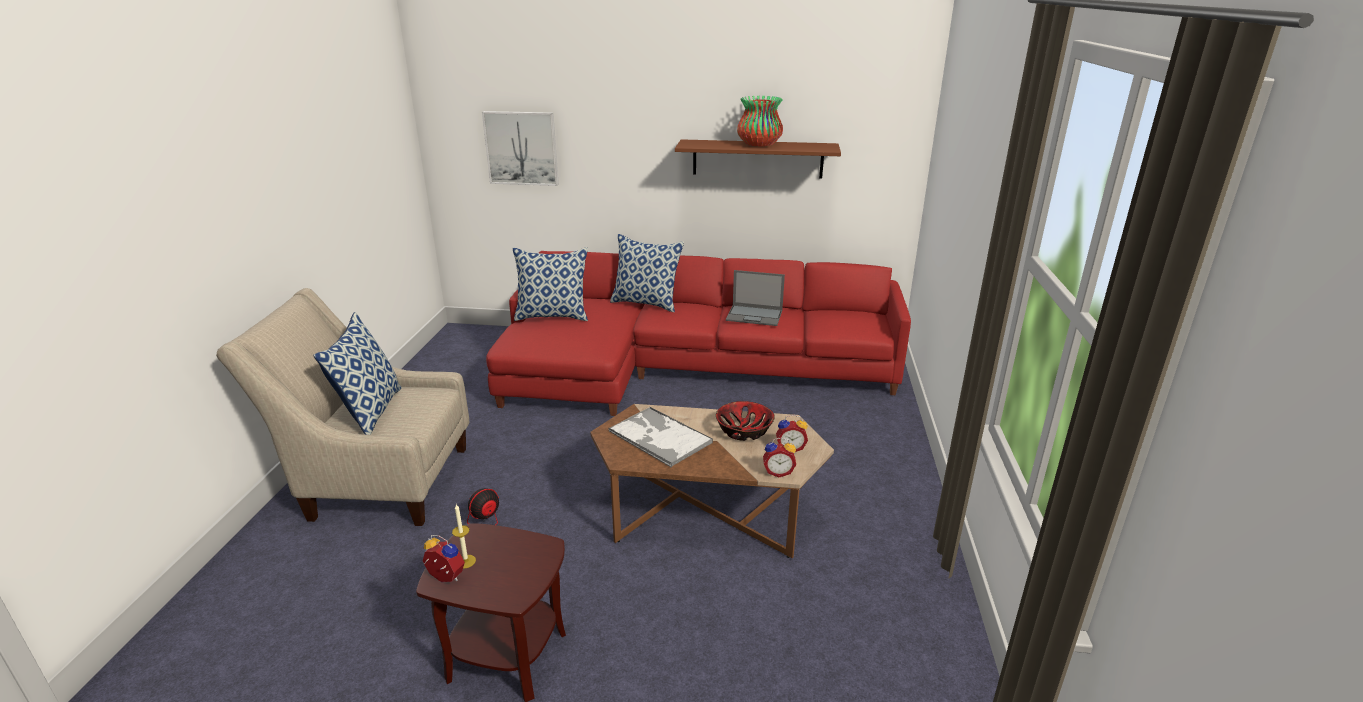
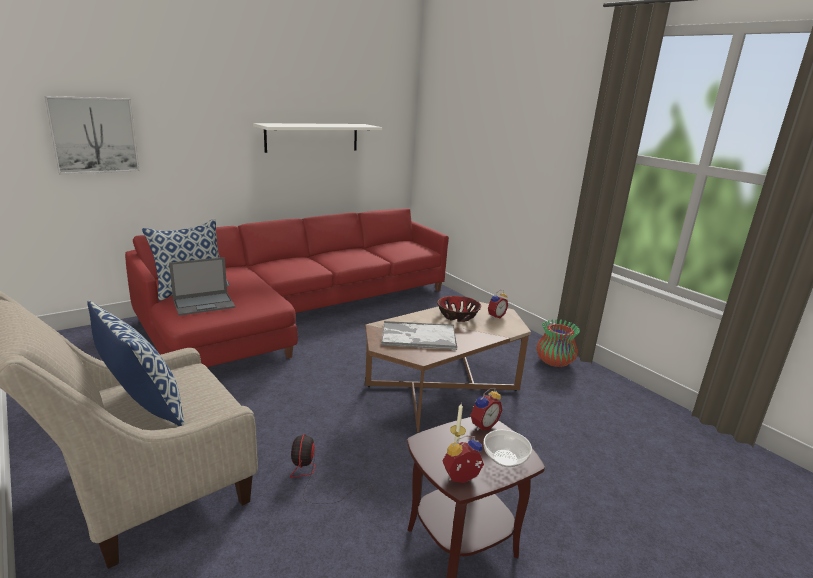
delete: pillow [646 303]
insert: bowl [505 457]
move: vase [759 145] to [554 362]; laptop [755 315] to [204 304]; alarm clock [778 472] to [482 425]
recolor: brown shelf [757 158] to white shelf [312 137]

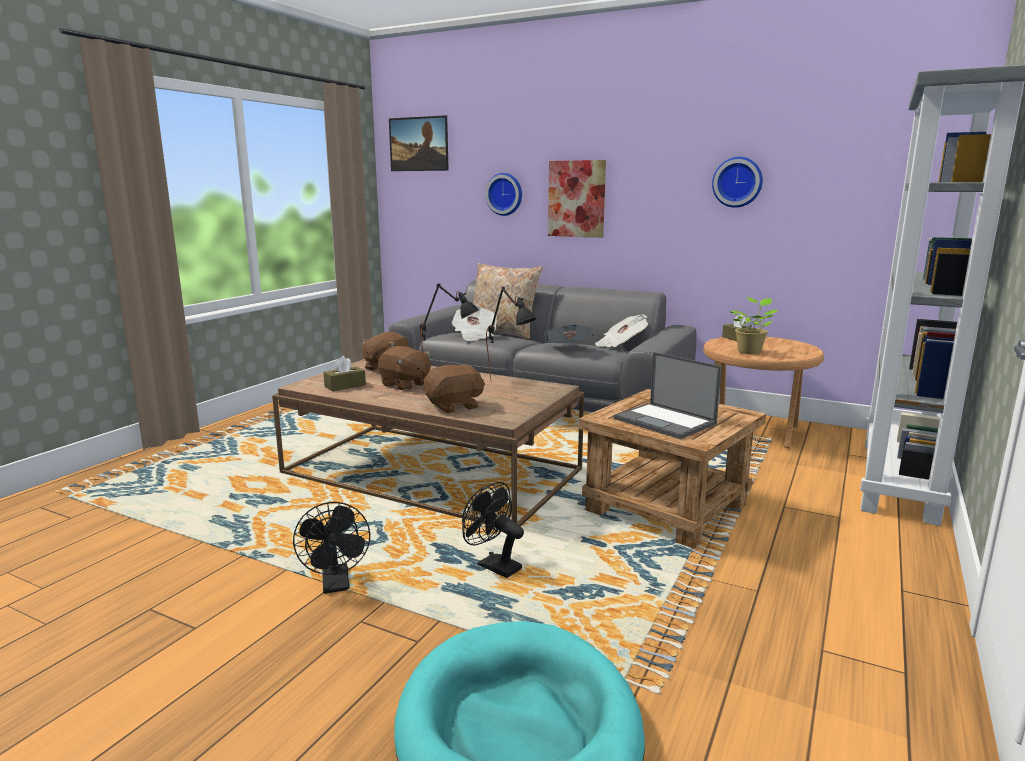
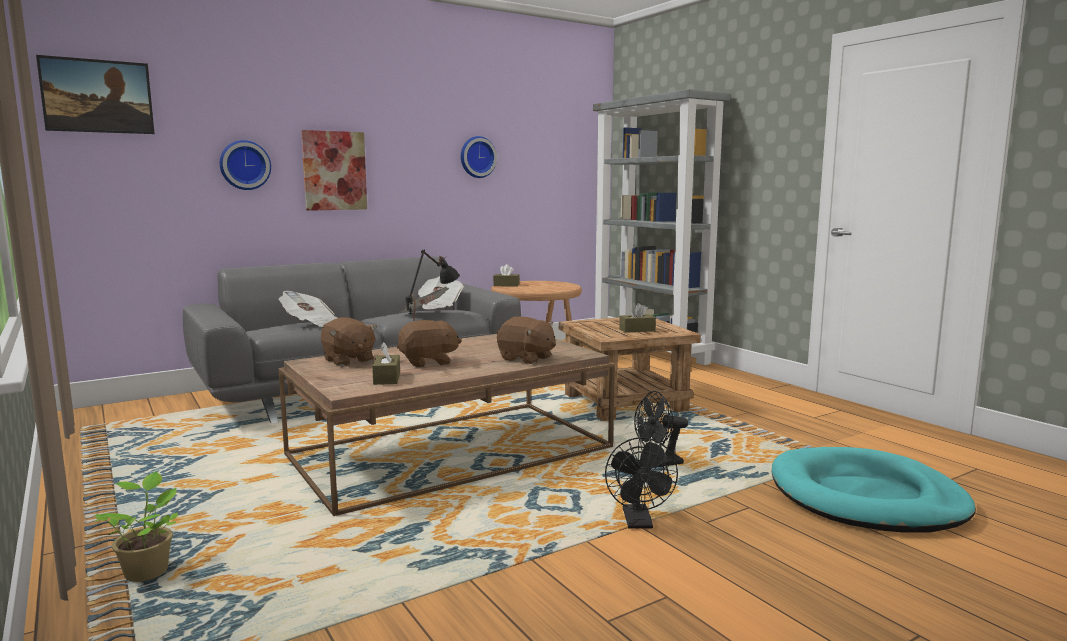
delete: beige pillow [502 333]; black table lamp [510 384]
move: potted plant [750 351] to [147 571]
replace: laptop [666 421] to brown tissue box [637 330]
rotate: brown plush toy [454 406] = [526 359] 120 degrees clockwise; black fan [336 585] = [639 523] 75 degrees clockwise

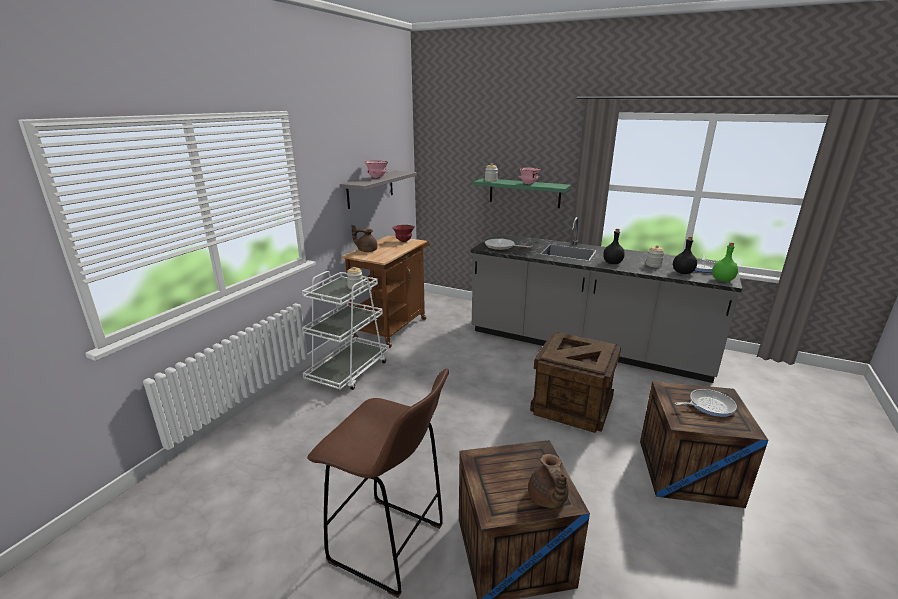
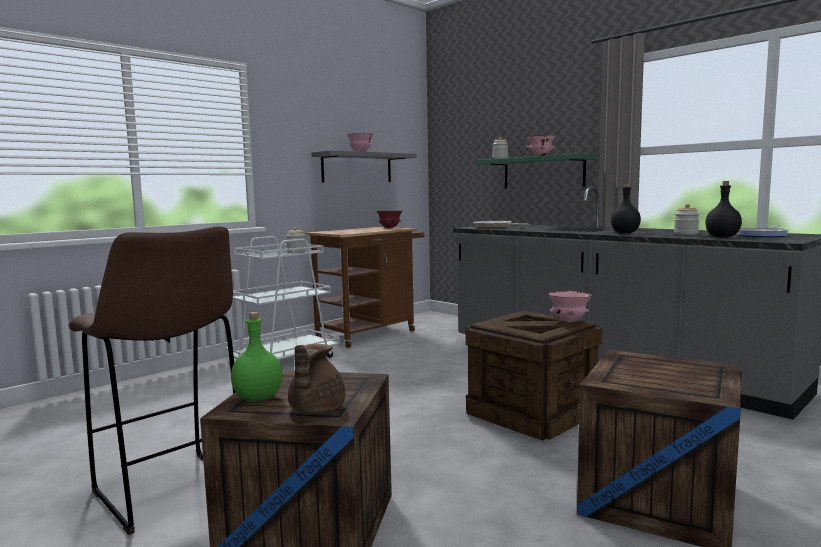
delete: brown teapot [366 250]; frying pan [708 405]
insert: pink bowl [568 322]
move: green bottle [722 280] to [259 398]

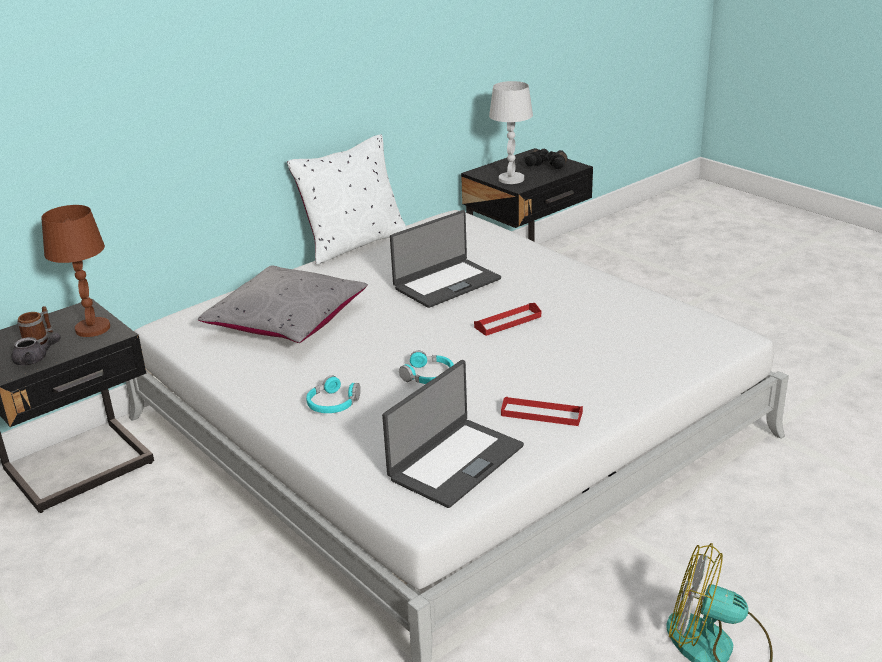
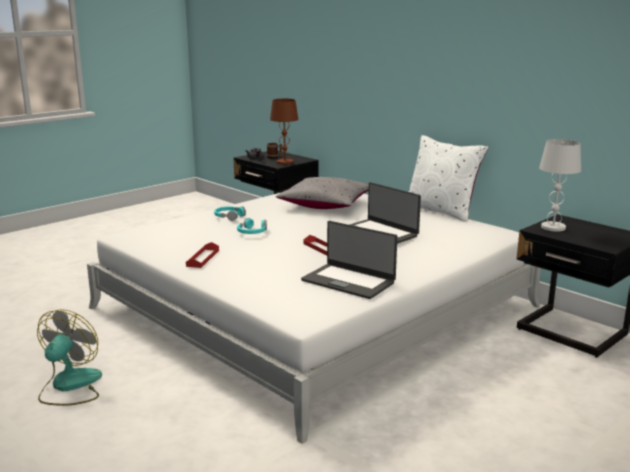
delete: black binoculars [548 164]
move: laptop [455 462] to [349 281]

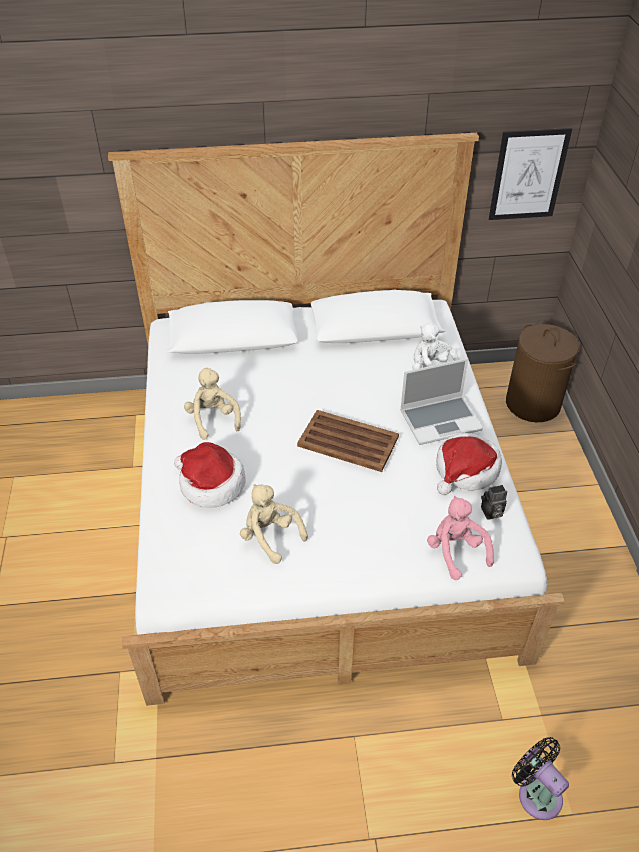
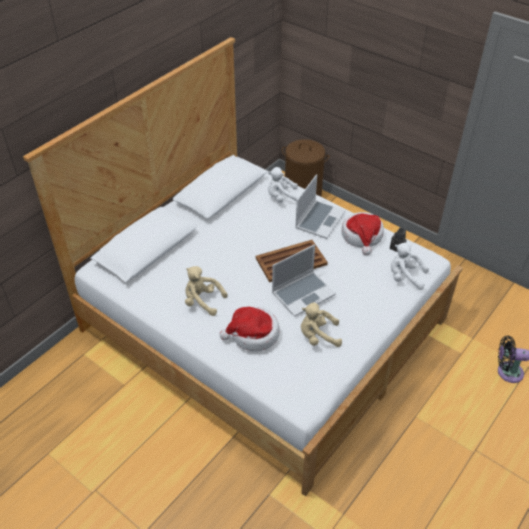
delete: picture [528 175]
insert: laptop [303 293]
recolor: pink plush toy [456 551] to white plush toy [405 277]

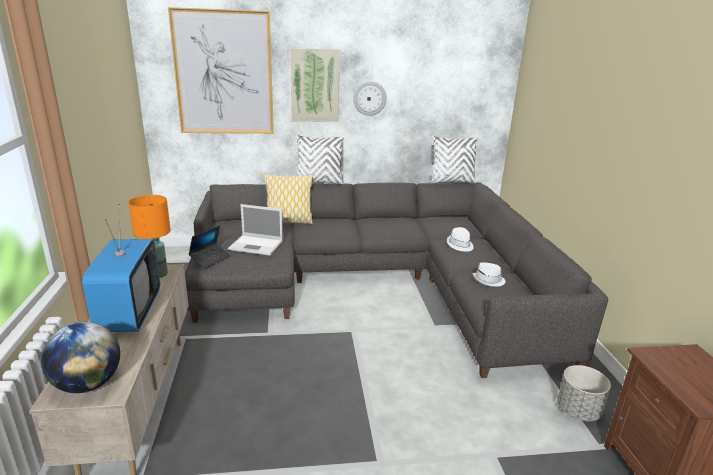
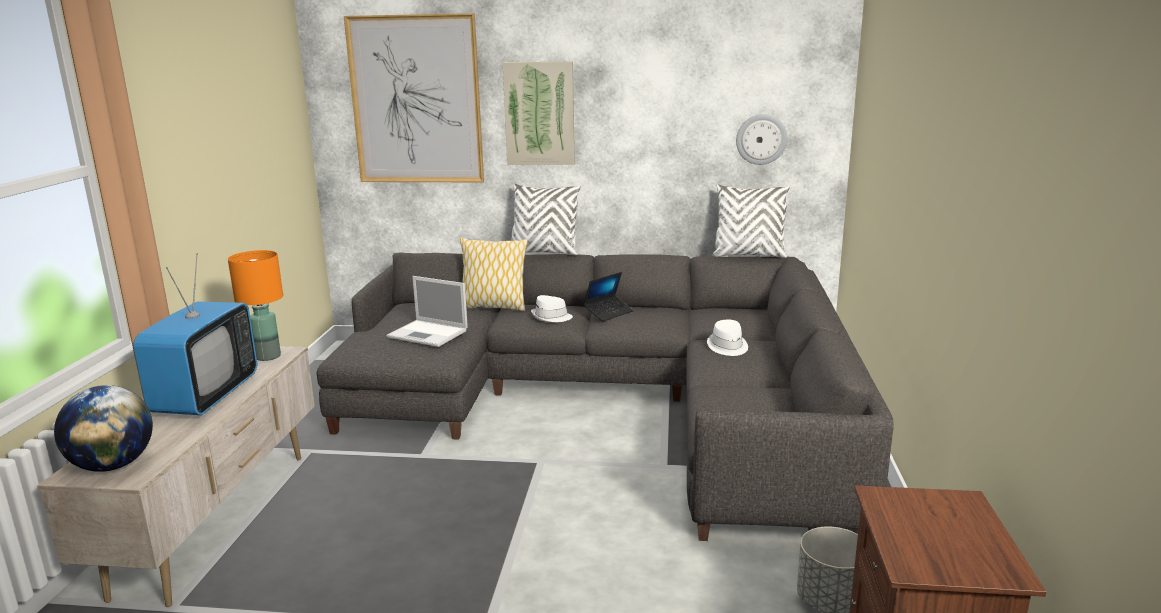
move: wall clock [369 98] to [761 139]; laptop [210 259] to [608 313]; white hat [489 280] to [551 317]

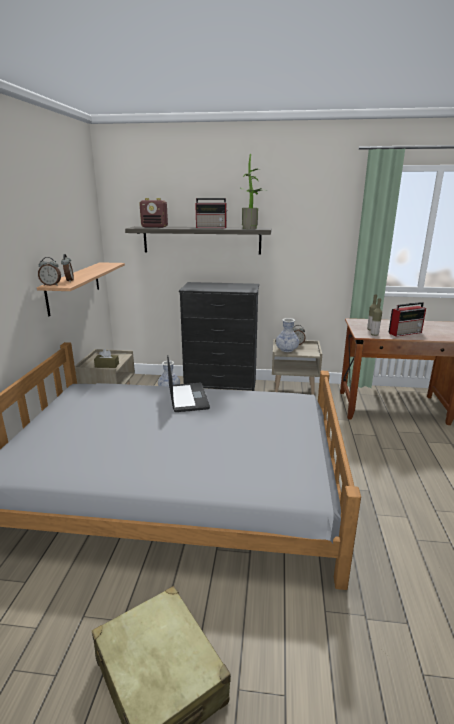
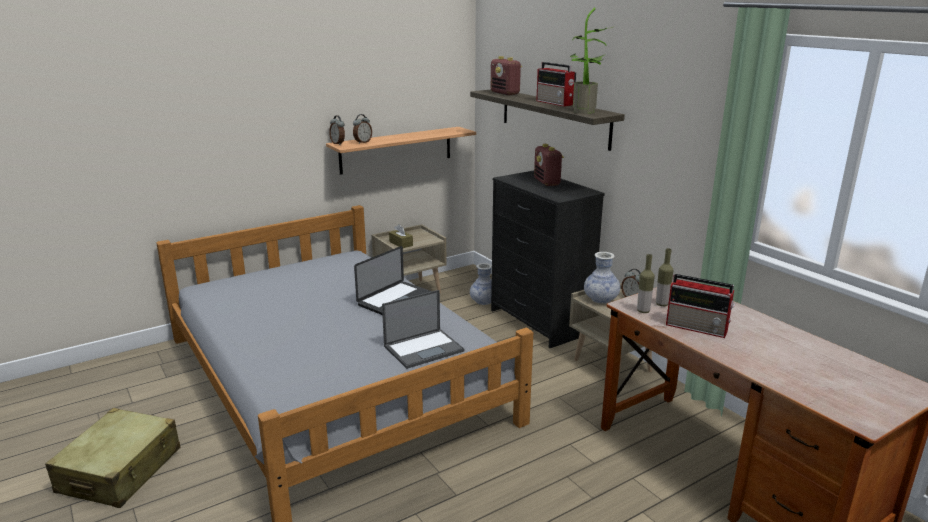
insert: radio [547 182]; laptop [424 348]

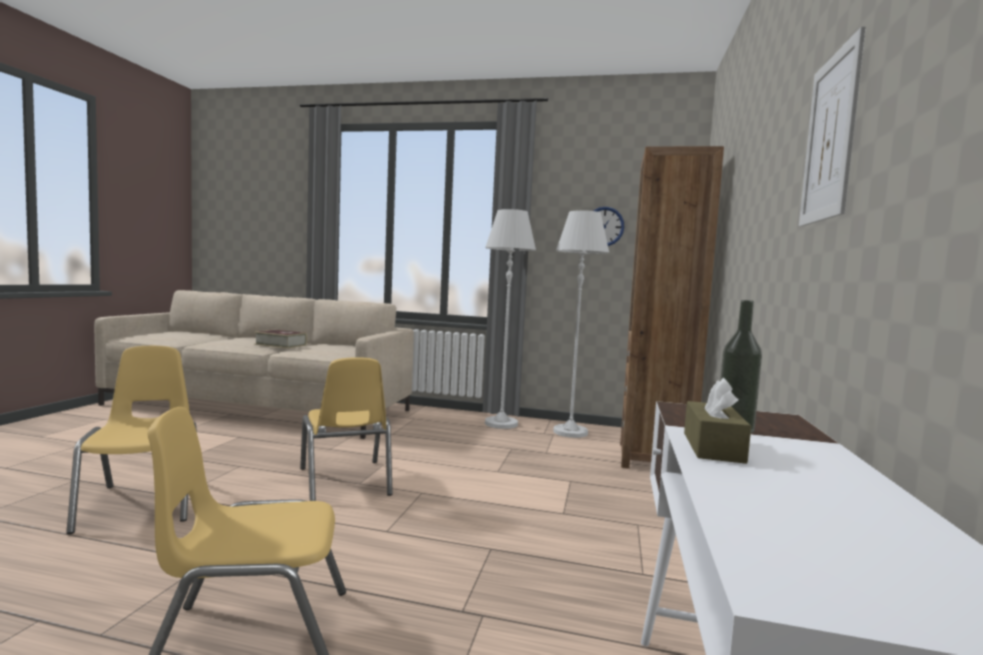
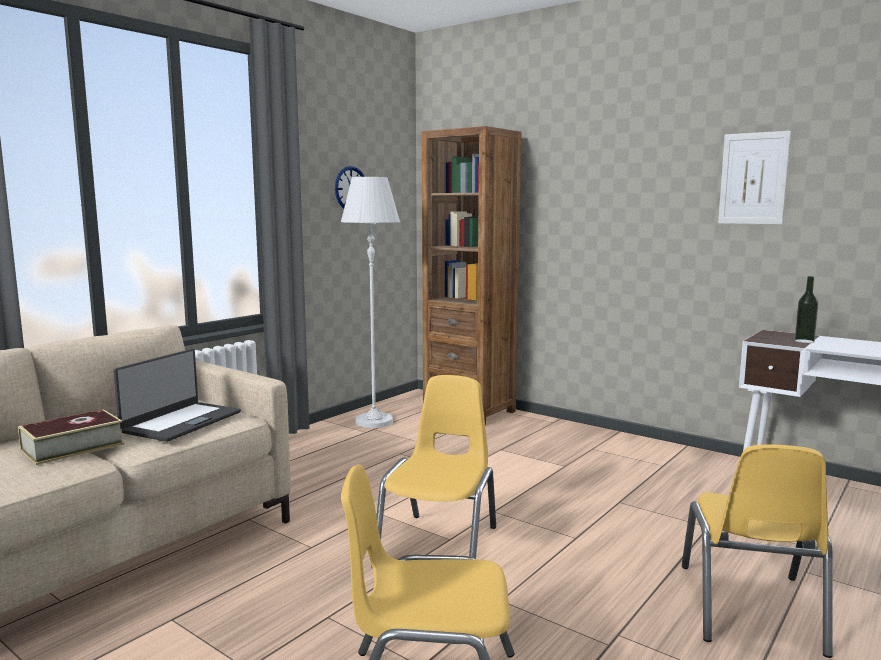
delete: white floor lamp [501 423]; brown tissue box [713 447]
insert: laptop [181 422]
rotate: yellow chair [345 482] = [440 546] 75 degrees counterclockwise

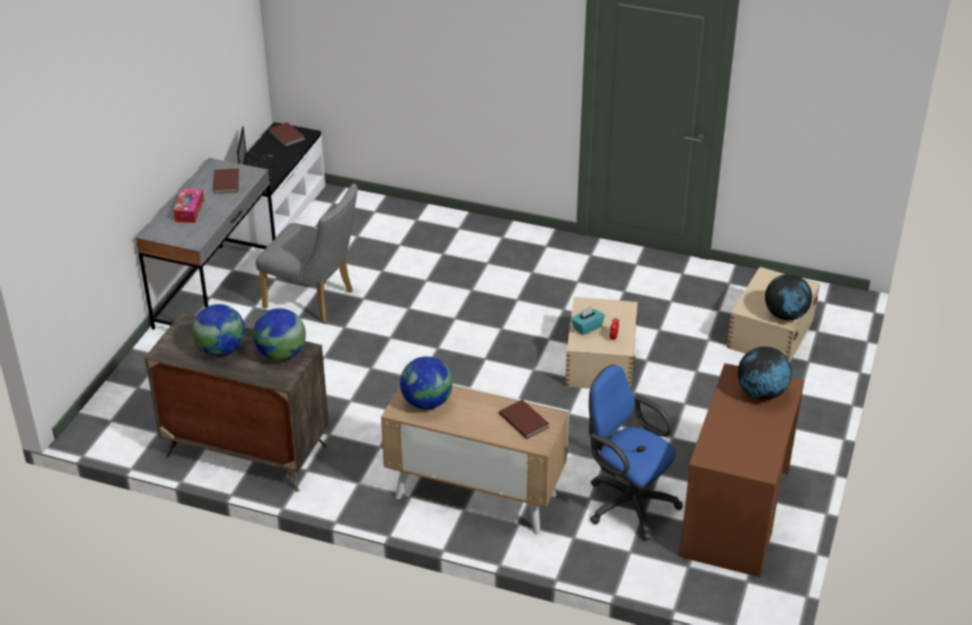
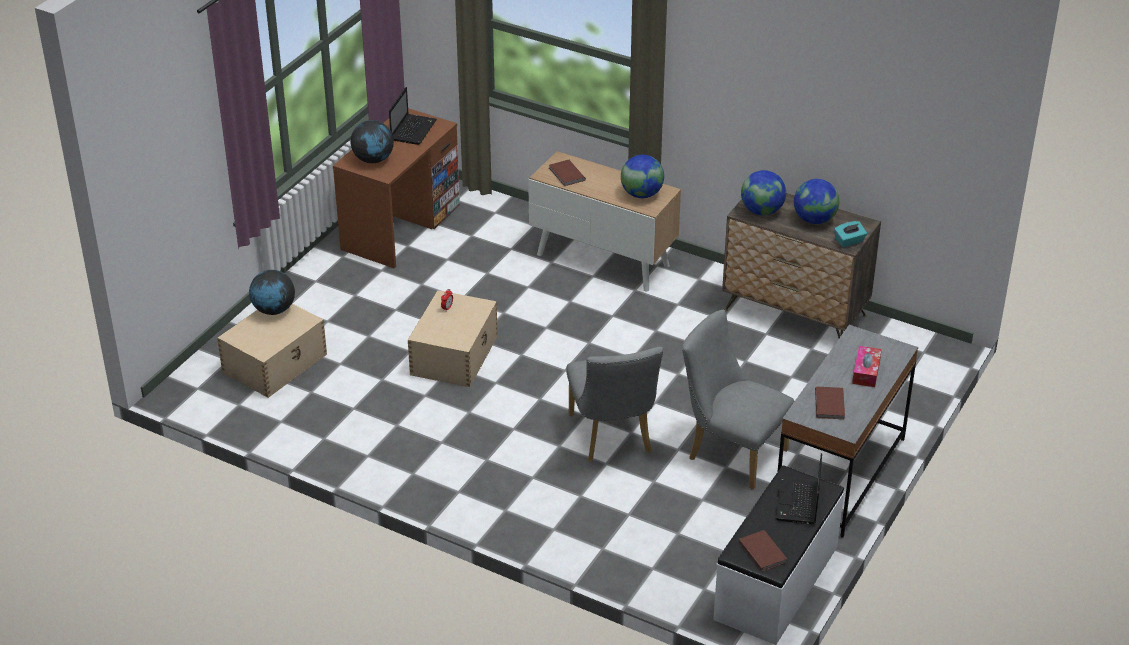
delete: blue office chair [627 502]
insert: laptop [413 129]; grey chair [612 438]
move: turquoise tissue box [587 327] to [849 241]

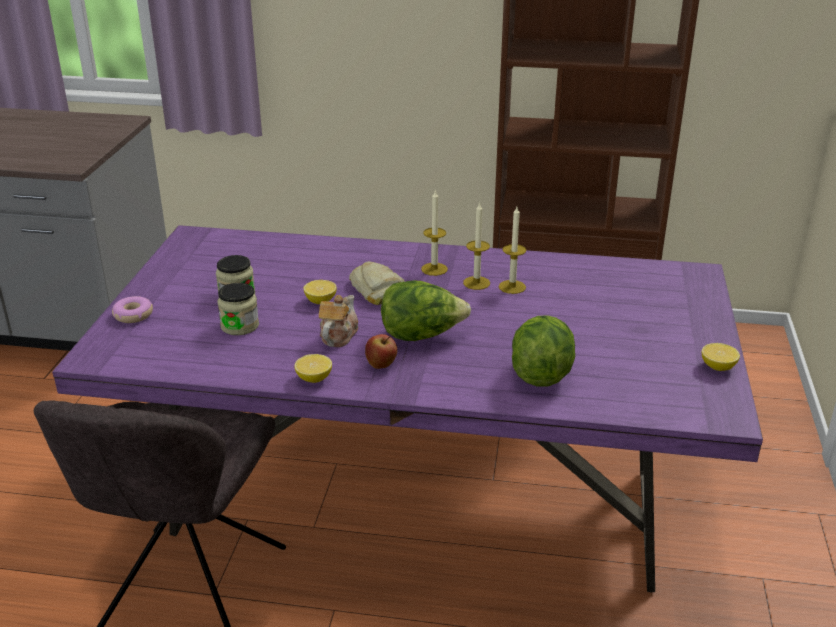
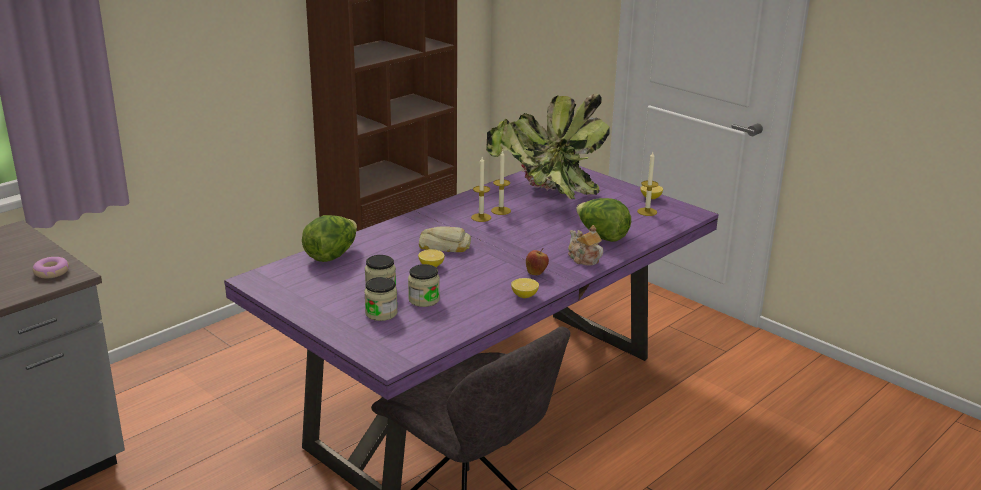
insert: potted plant [547 195]; jar [381 313]
move: candle [434 269] to [647 212]; lettuce [422 335] to [332 255]; teapot [338 335] to [583 259]; donut [133 315] to [51 272]

